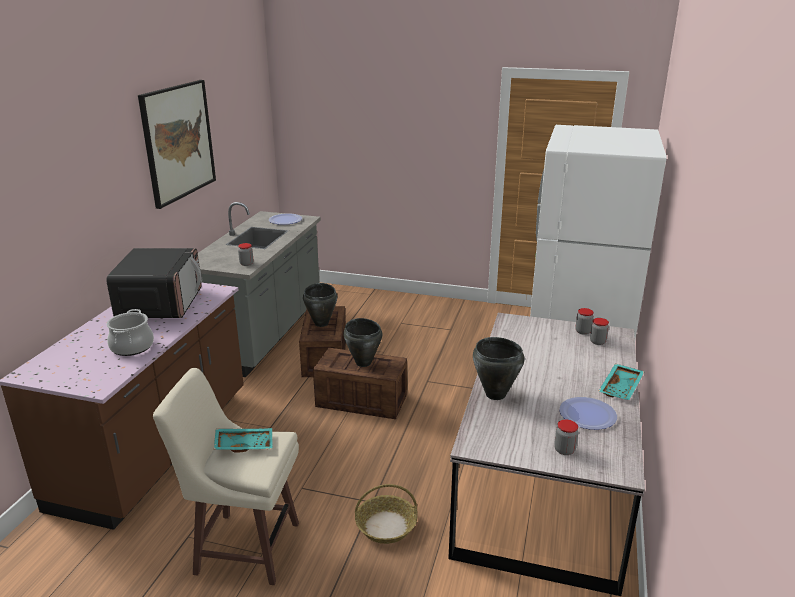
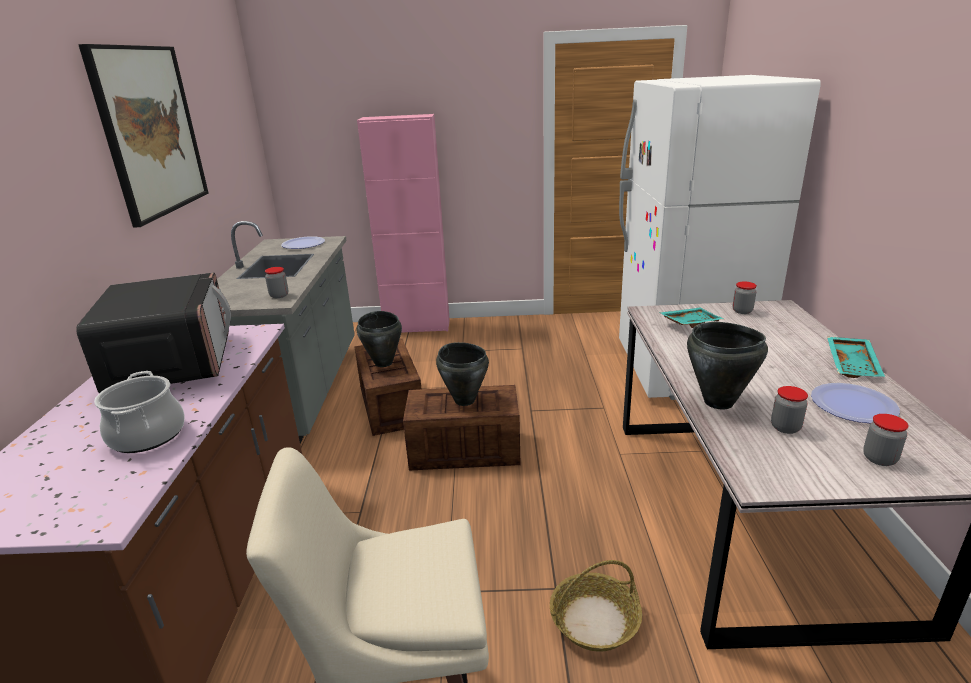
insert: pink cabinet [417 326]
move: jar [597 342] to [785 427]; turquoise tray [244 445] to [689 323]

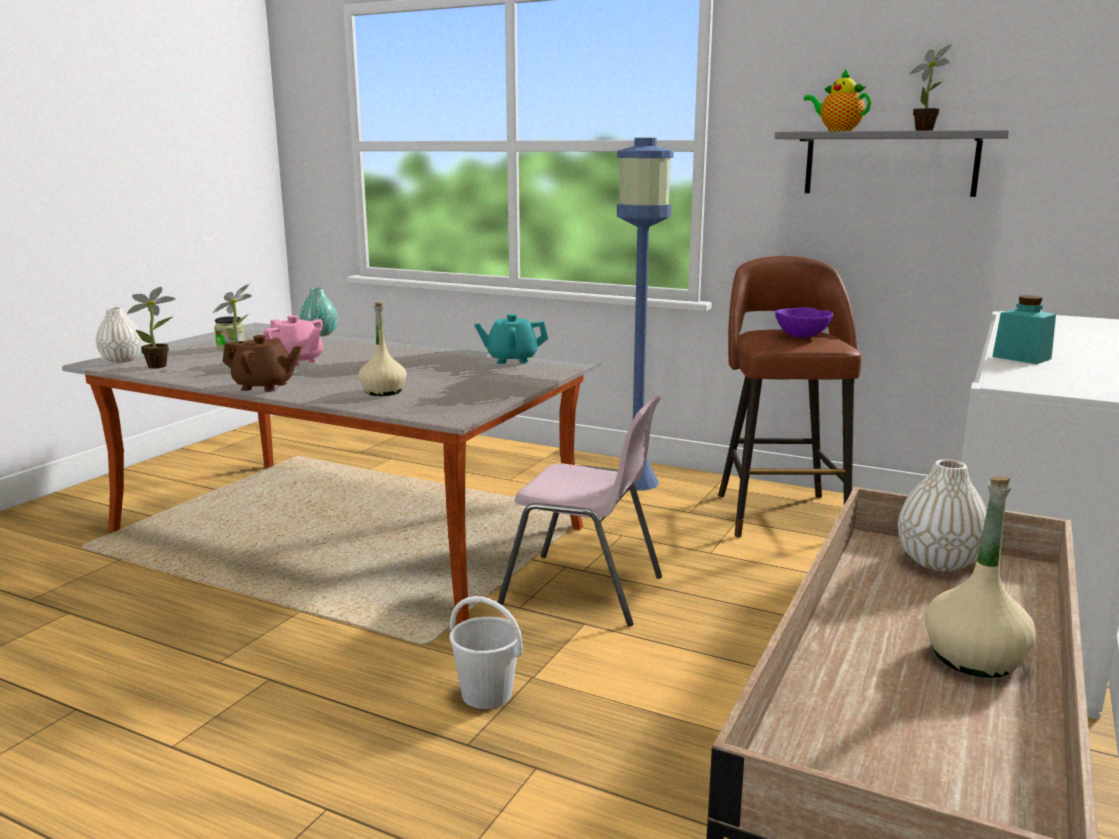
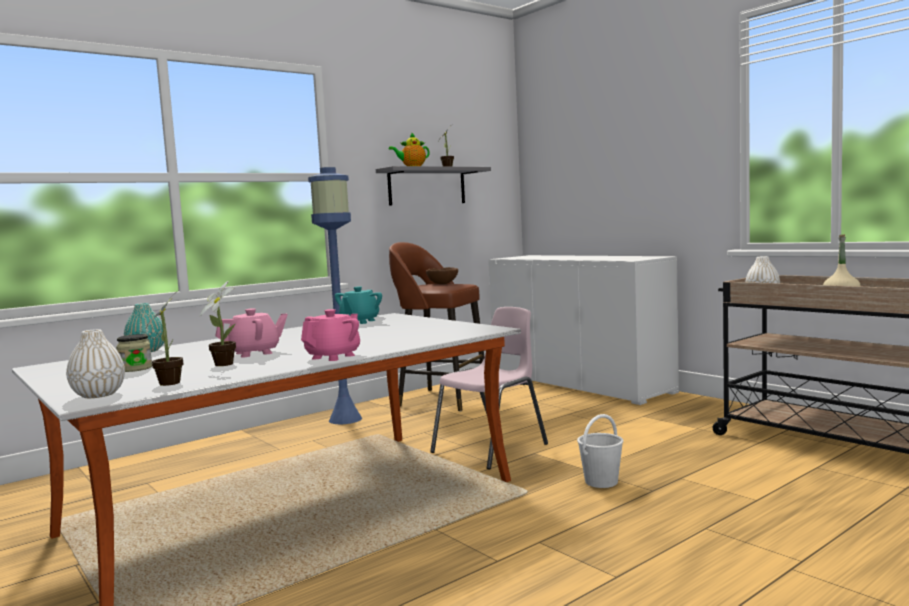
delete: turquoise jar [1021 358]; beige bottle [383 391]
recolor: purple bowl [802 336] to brown bowl [442 284]; brown teapot [264 386] to pink teapot [333 356]

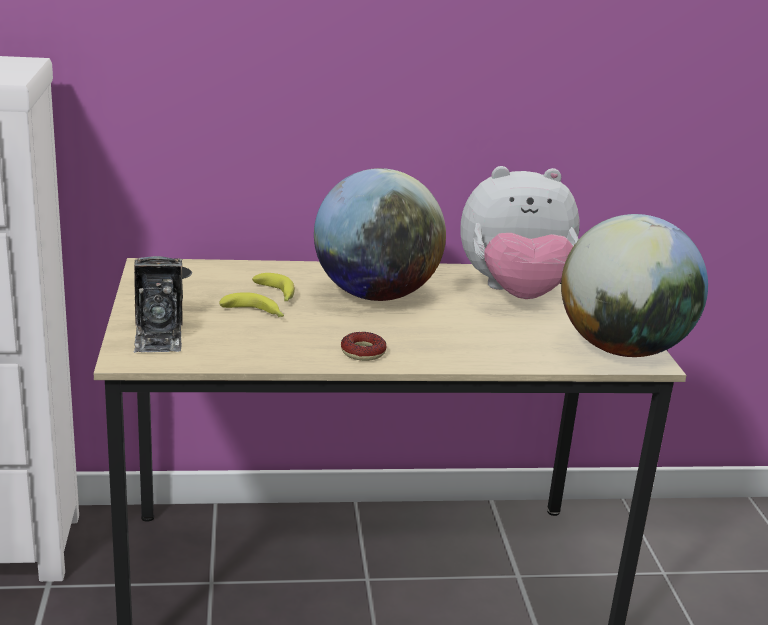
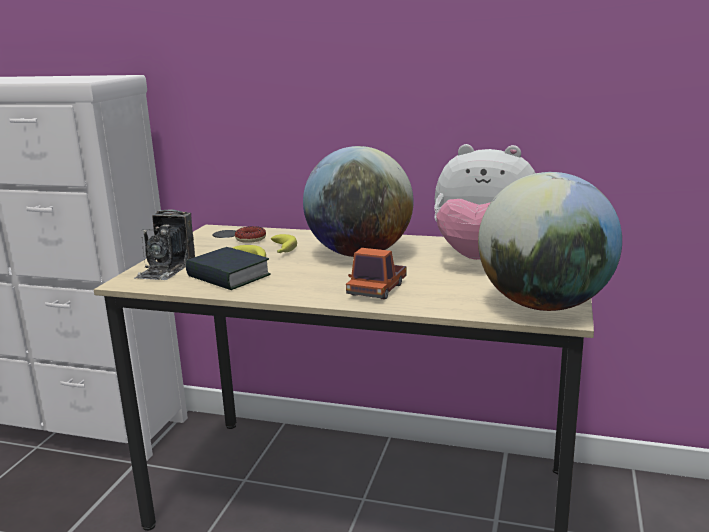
insert: book [228 276]; toy truck [377 289]
move: donut [363 352] to [250 239]

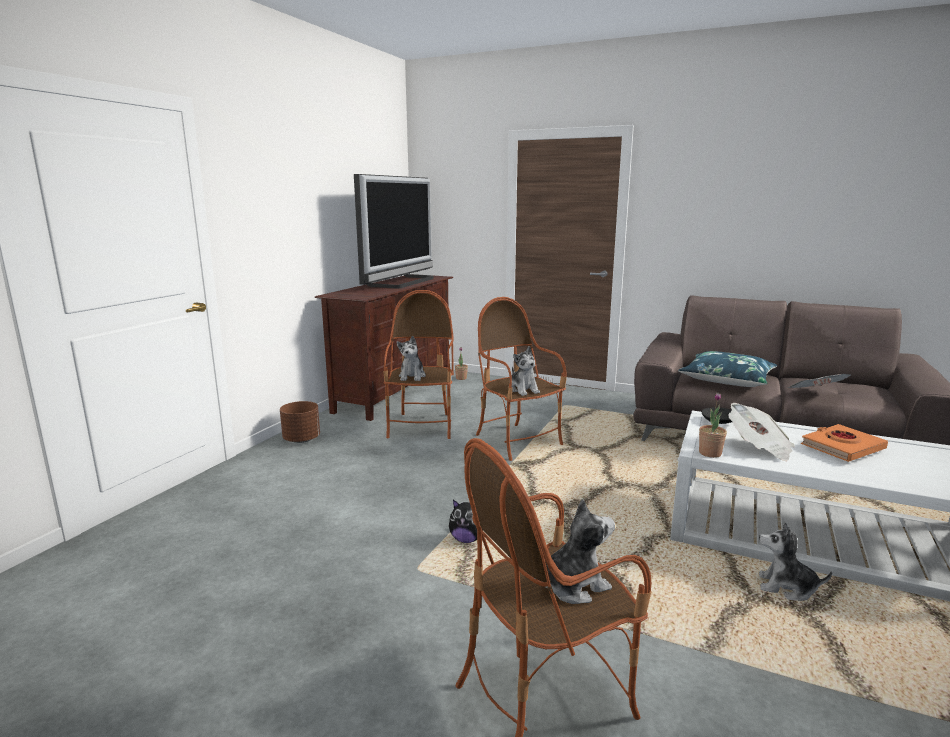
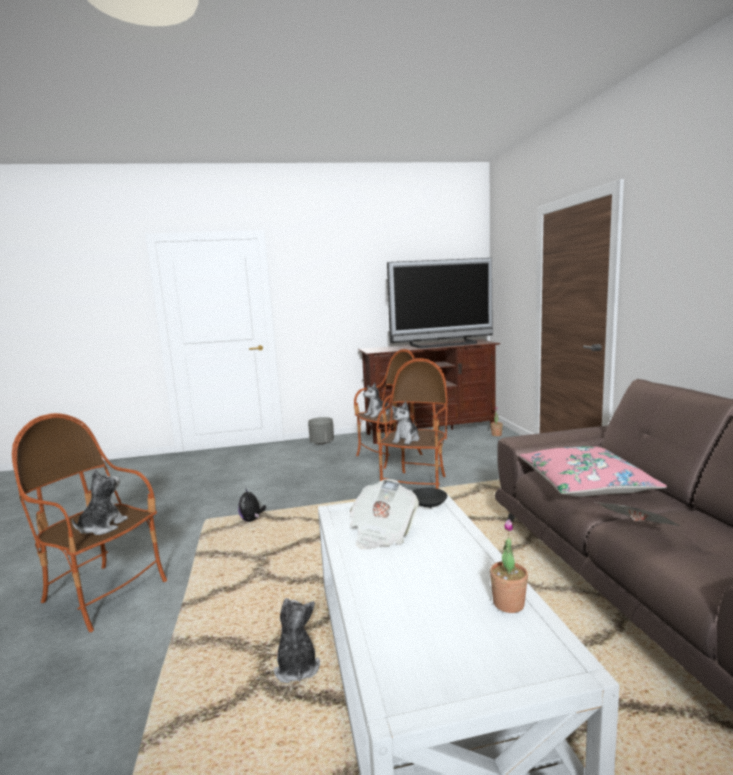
delete: orange book [842 447]
move: potted plant [710 453] to [508 603]
recolor: blue pillow [727 380] to pink pillow [585 484]; brown planter [302 439] to grey planter [322 442]
rotate: plush toy [573 585] = [102 527] 105 degrees counterclockwise

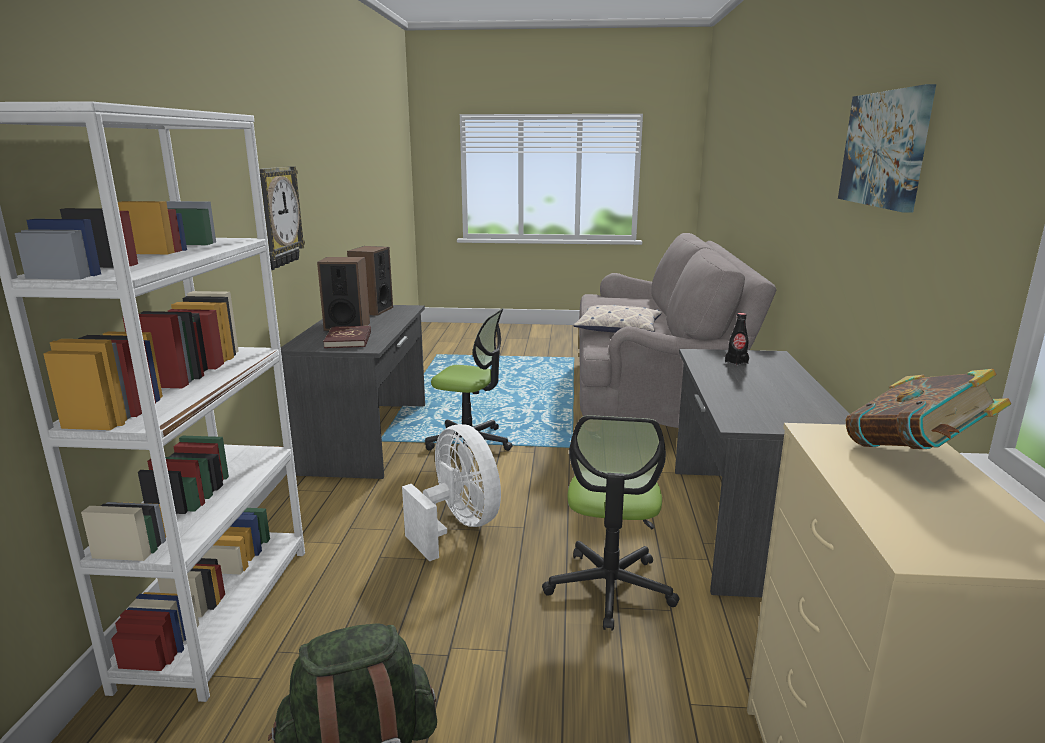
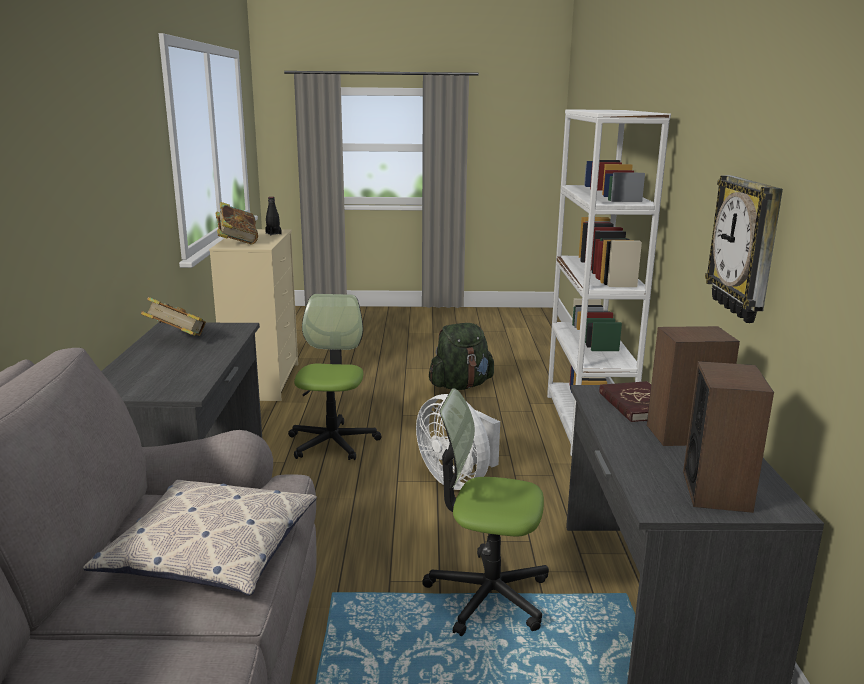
delete: picture [885 149]
insert: book [177 340]
move: black bottle [736 362] to [273 233]

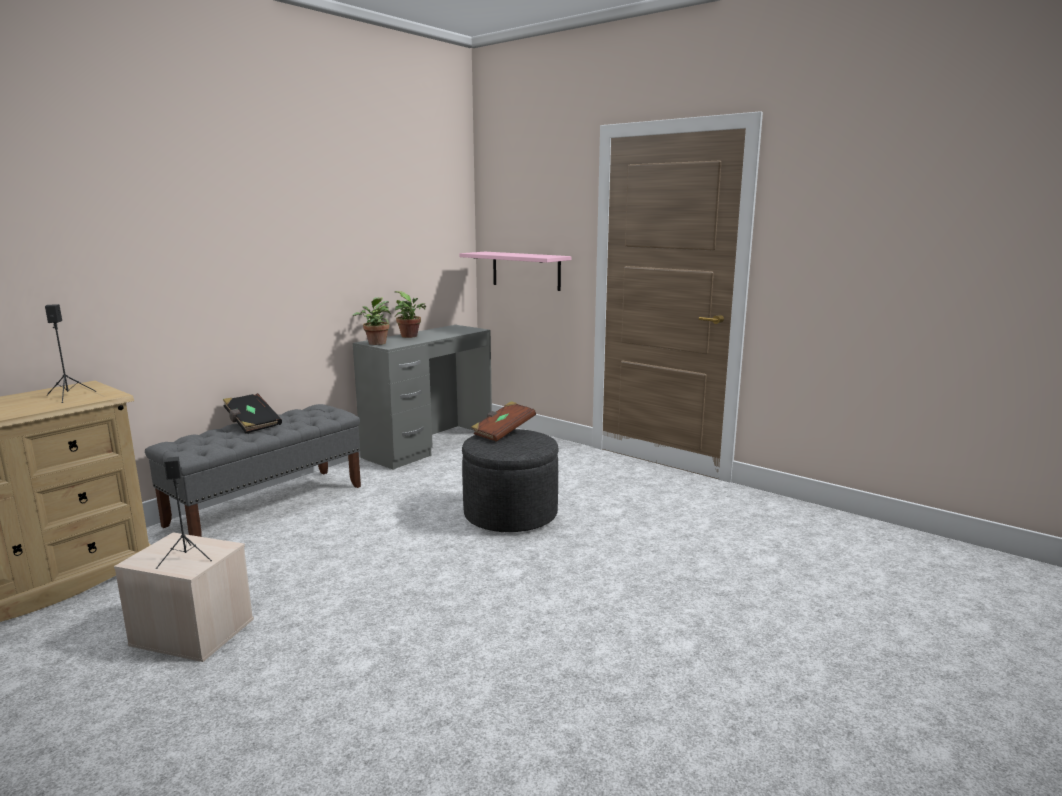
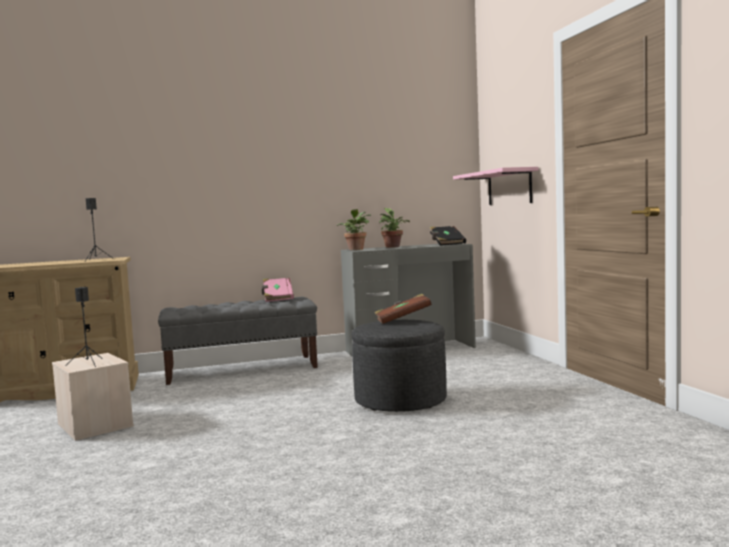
insert: pink book [277 298]
move: black book [252 424] to [446 244]

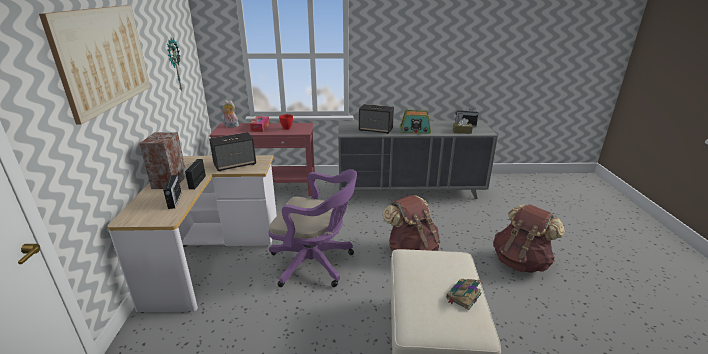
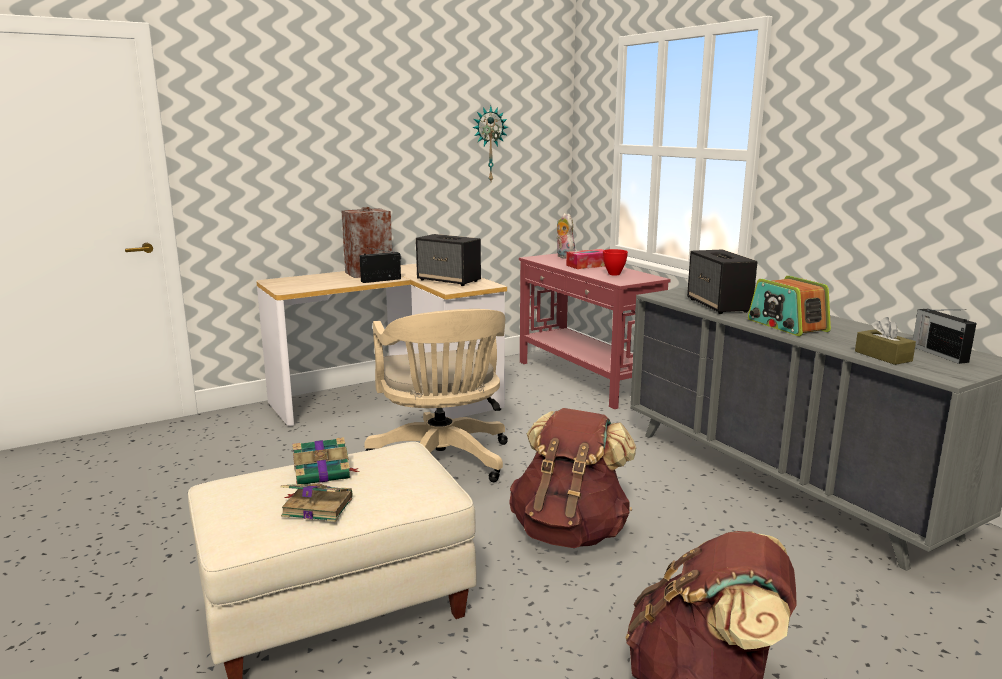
delete: picture [104 58]; radio [174 201]
insert: book [323 473]
recolor: purple office chair [316 263] to beige office chair [442 463]

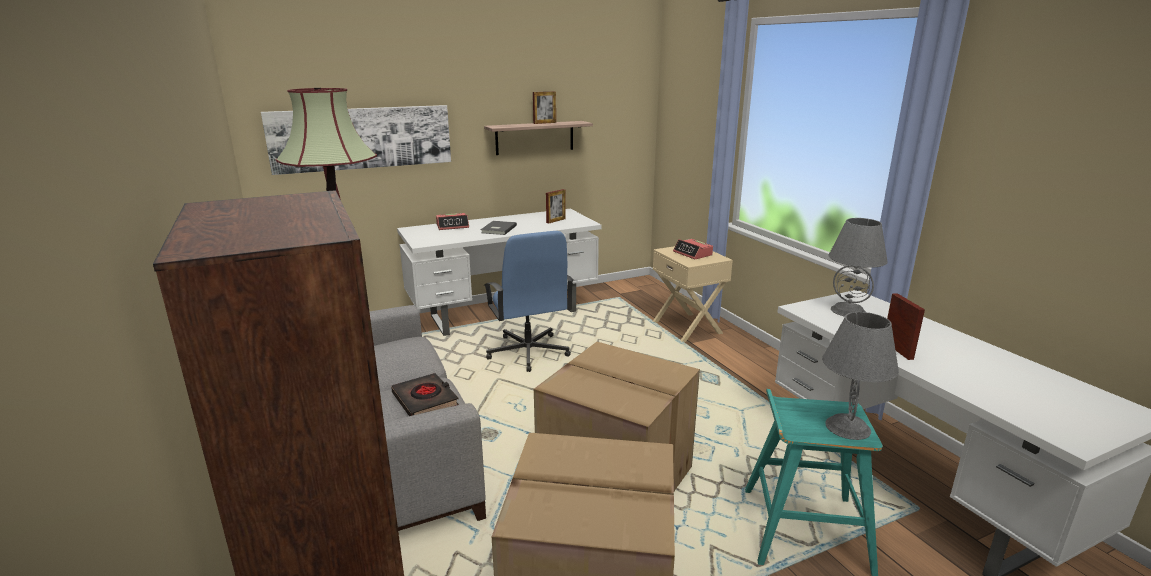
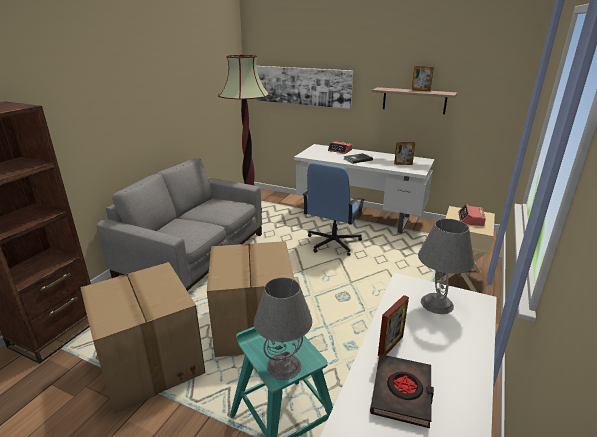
move: black book [425 400] to [402 393]

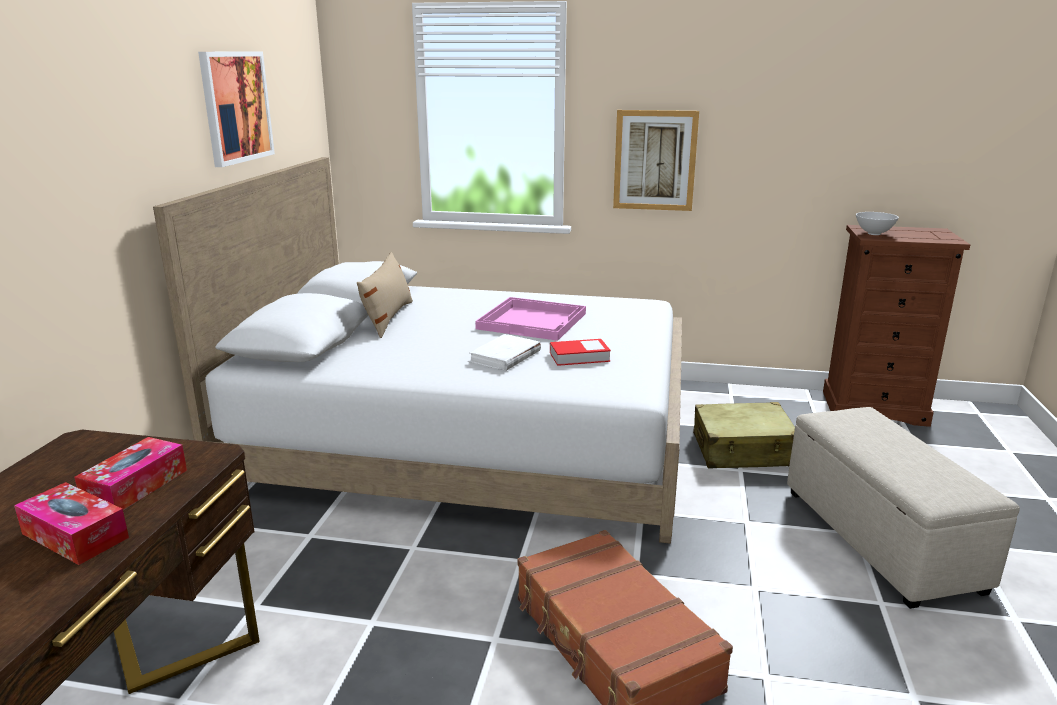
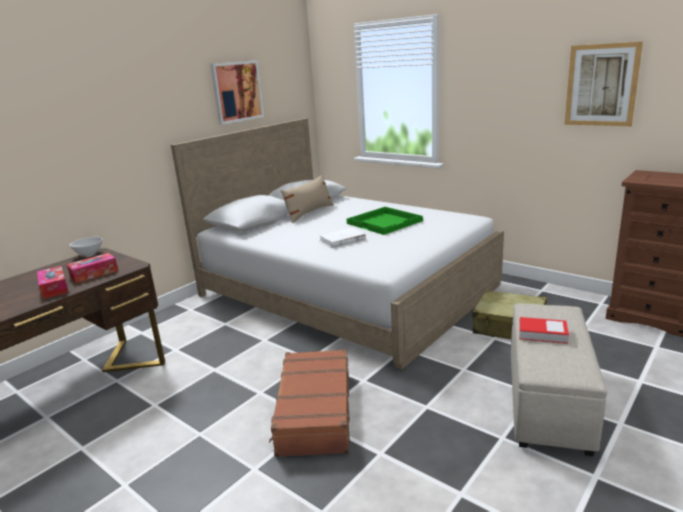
move: picture [655 160] to [601 85]; white bowl [874 234] to [89 255]; book [579 357] to [542 334]
recolor: pink tray [533 321] to green tray [385 222]

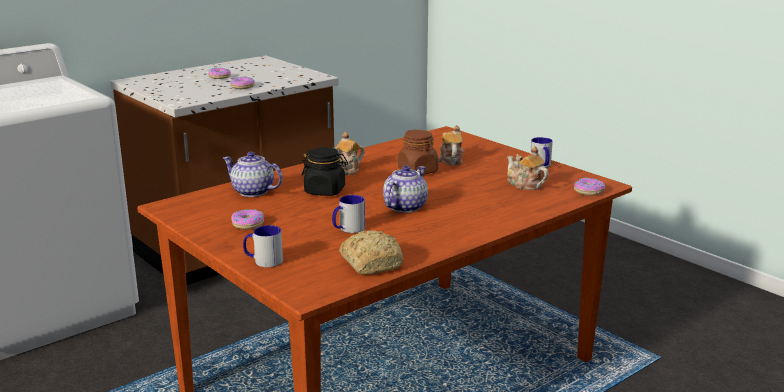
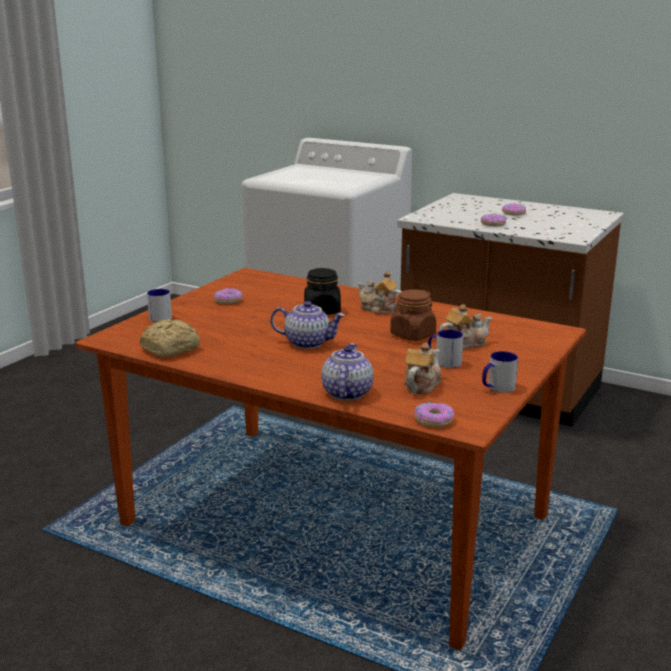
move: teapot [252 192] to [346 393]; mug [348 229] to [443 362]

